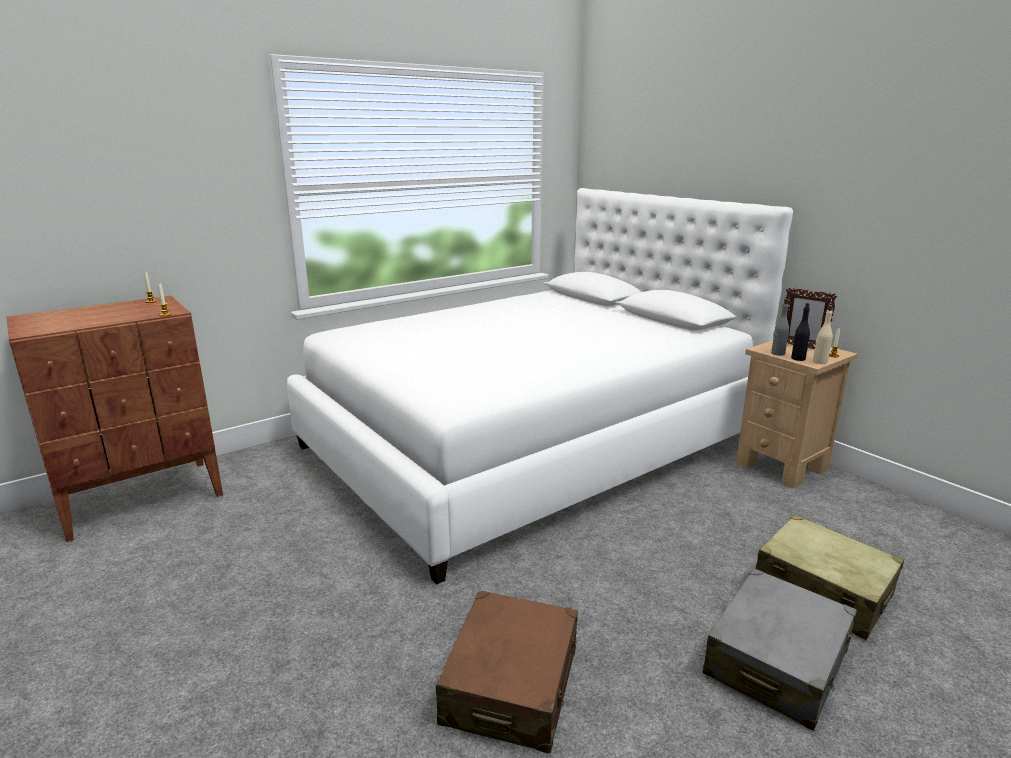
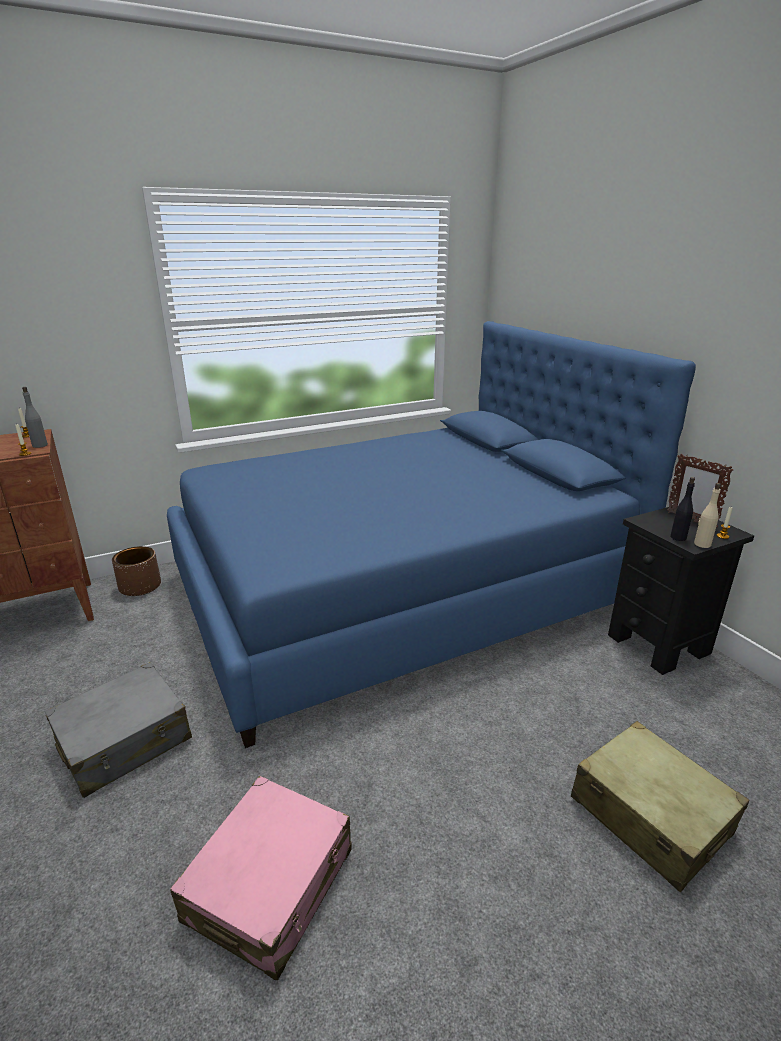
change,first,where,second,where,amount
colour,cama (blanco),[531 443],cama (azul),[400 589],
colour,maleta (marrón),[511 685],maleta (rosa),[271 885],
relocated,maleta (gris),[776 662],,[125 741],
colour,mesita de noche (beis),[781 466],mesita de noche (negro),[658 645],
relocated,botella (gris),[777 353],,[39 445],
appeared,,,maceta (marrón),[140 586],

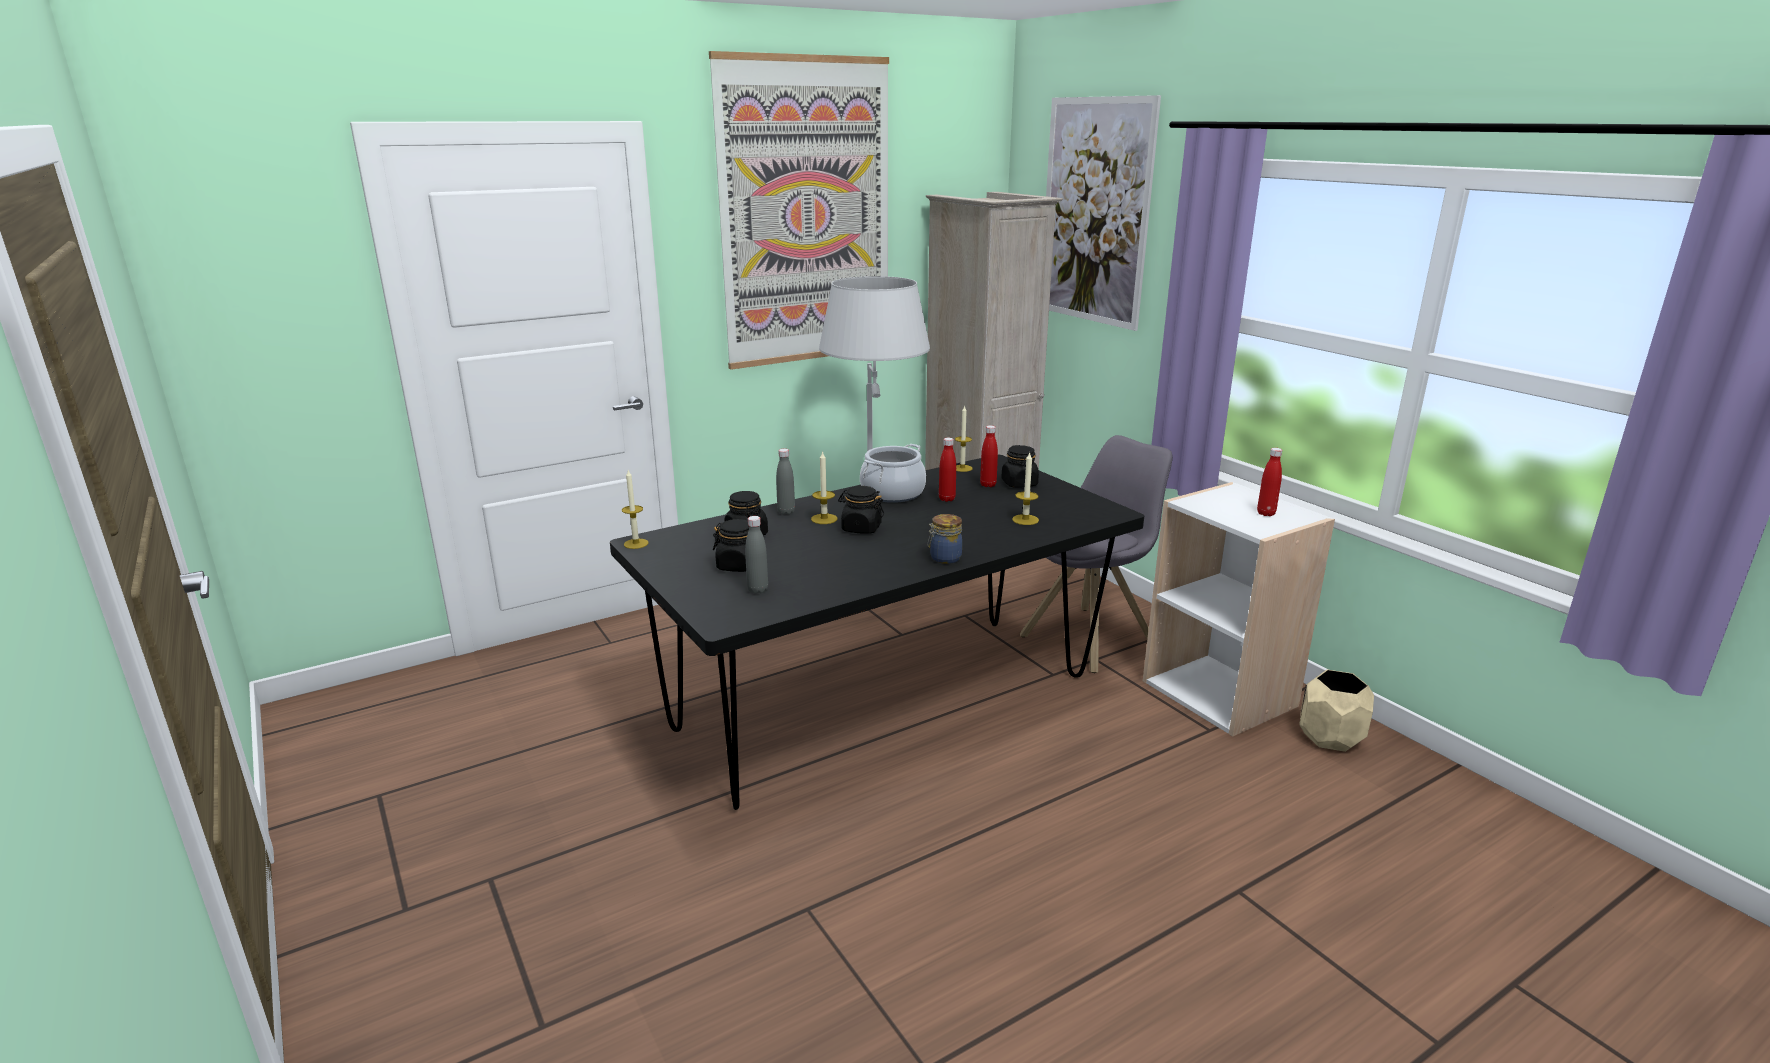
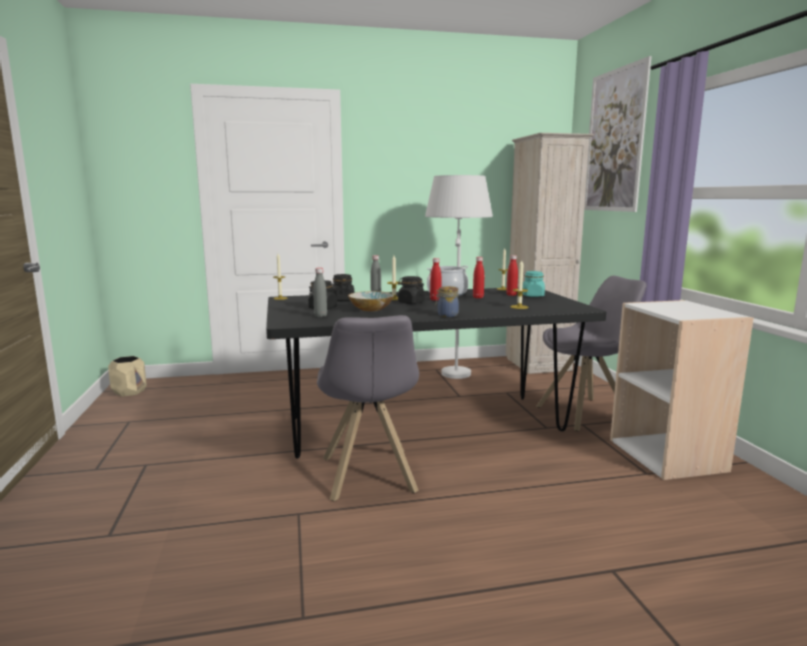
change,first,where,second,where,amount
missing,cuadro,[806 214],,,
colour,tarro (negro),[1019 484],tarro (turquesa),[533 296],
relocated,botella (rojo),[1266 513],,[435 300],
relocated,maceta (beis),[1330 737],,[130 392],
appeared,,,silla (gris),[369 475],
appeared,,,cuenco,[371 309],

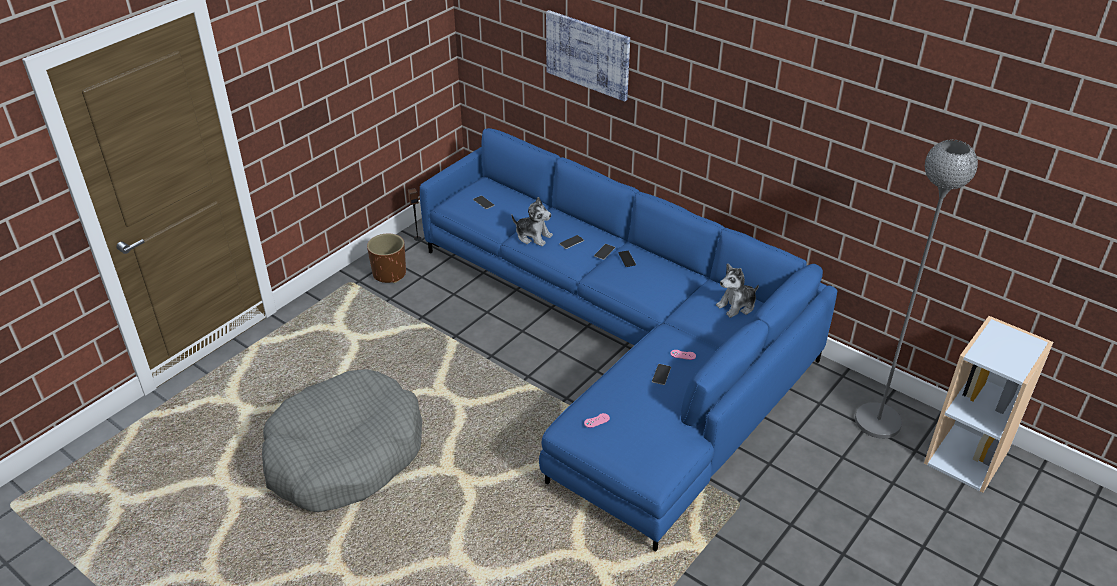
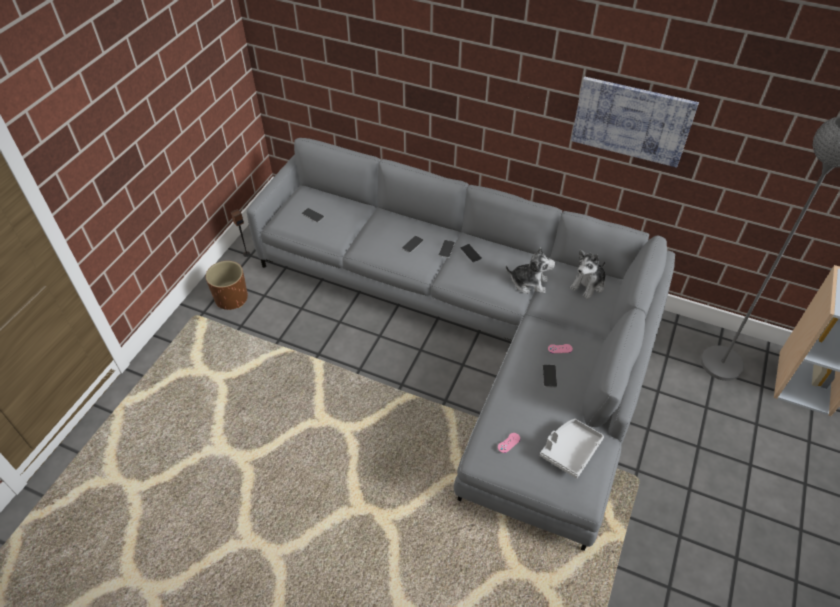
change,first,where,second,where,amount
missing,cama para perro (gris),[344 455],,,
colour,sofá (azul),[621 344],sofá (gris),[475 331],
relocated,peluche,[533 236],,[529 283],
relocated,cuadro,[588 54],,[632 121],
appeared,,,bandeja (gris),[570 450],

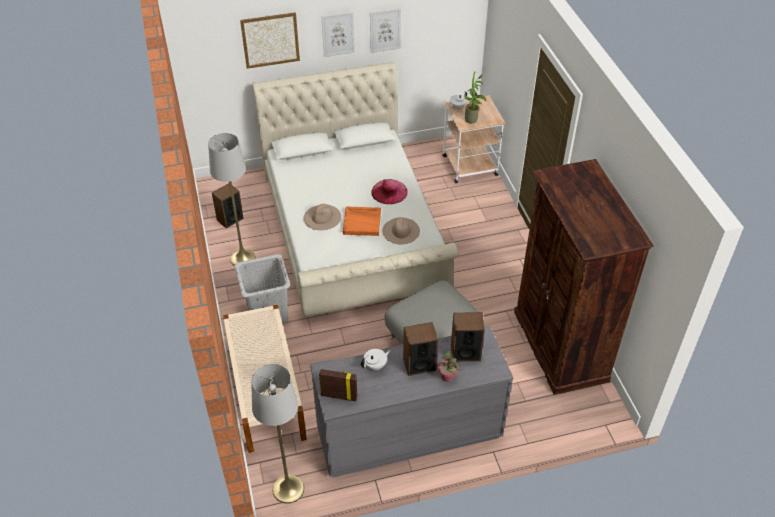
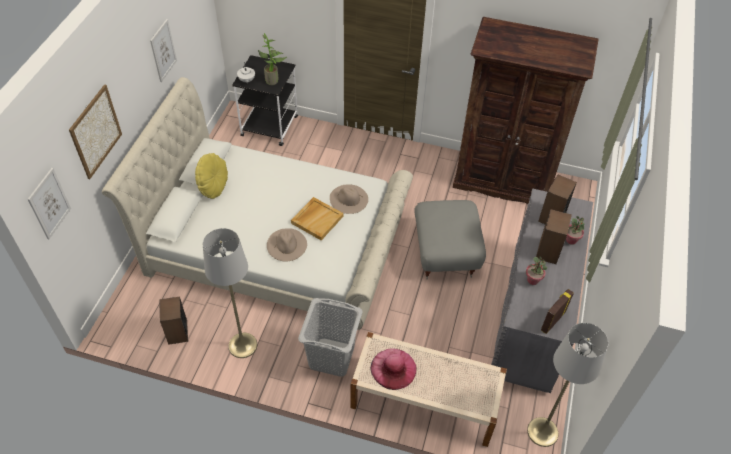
change,first,where,second,where,amount
relocated,cuadro,[338 34],,[49 203],
colour,bandeja (naranja),[362 222],bandeja (beis),[317 219],
exchanged,tetera (blanco),[375 365],planta en maceta,[533 280],
relocated,sombrero (rosa),[389 191],,[393 368],
colour,carrito (beis),[470 166],carrito (negro),[270 126],
appeared,,,cojín (amarillo),[214 188],

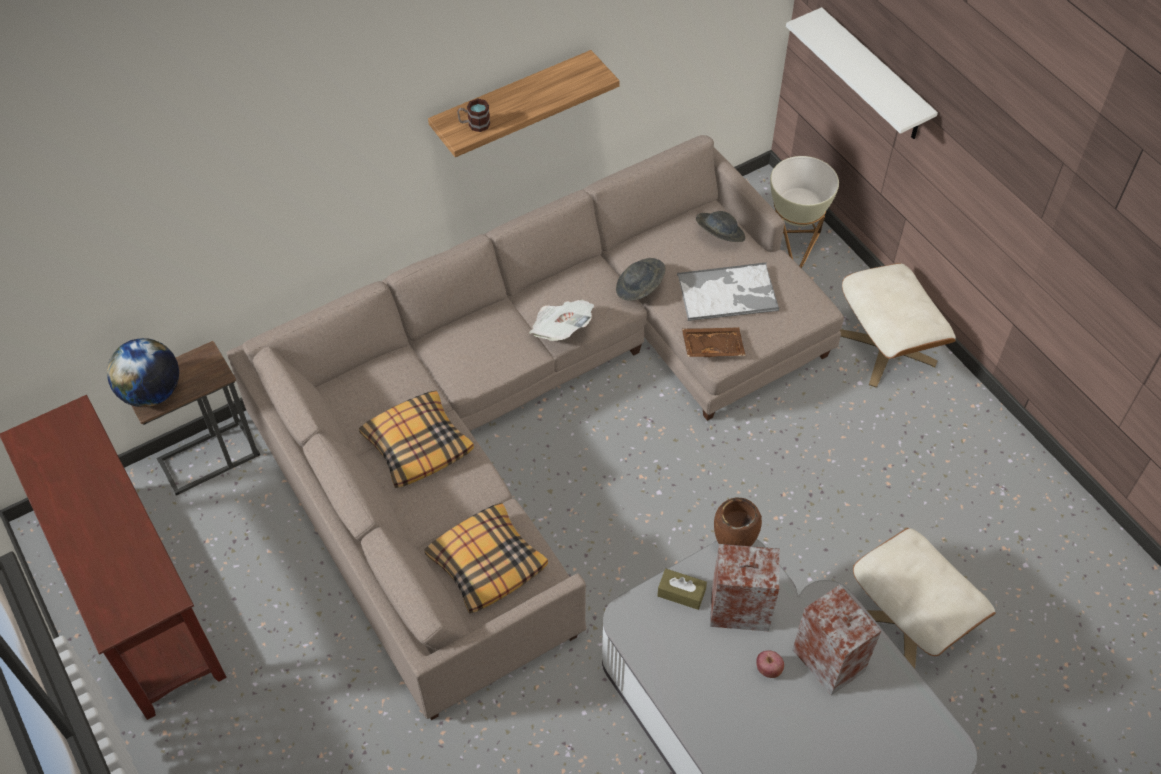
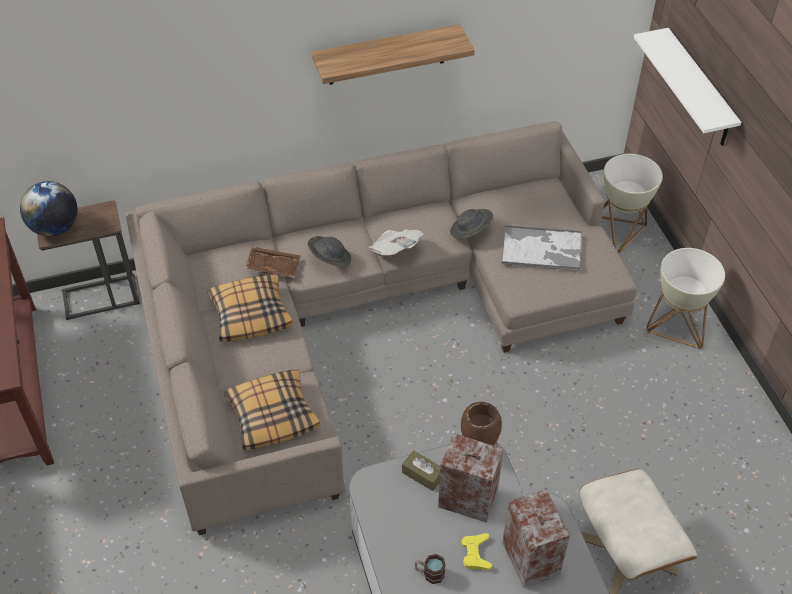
change,first,where,second,where,amount
relocated,taza grande,[474 124],,[429 573],
relocated,bandeja (marrón),[712 346],,[274 266],
relocated,sombrero (gris),[719 236],,[329 259],
exchanged,manzana,[768 669],mando de consola (amarillo),[476 553],
exchanged,puf (beis),[886 348],maceta,[675 327],

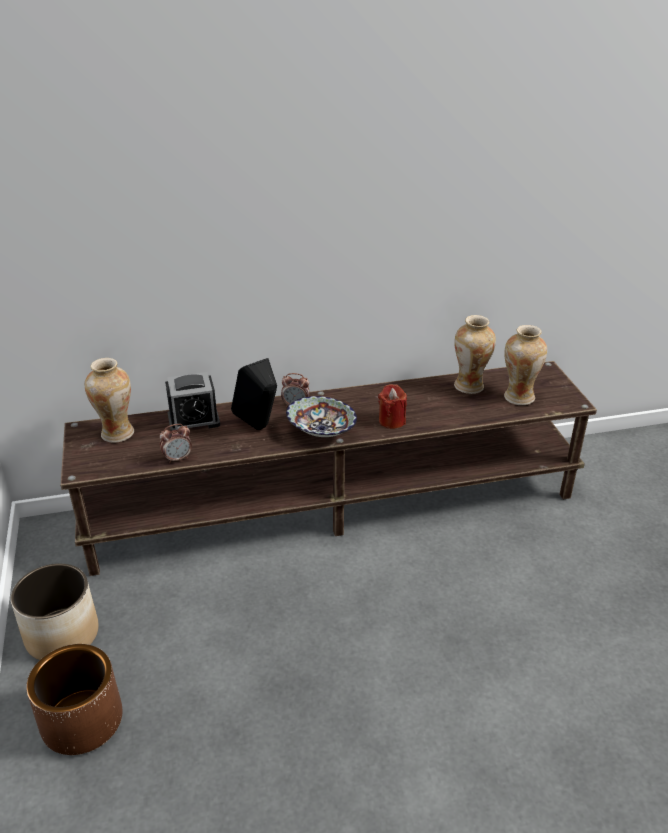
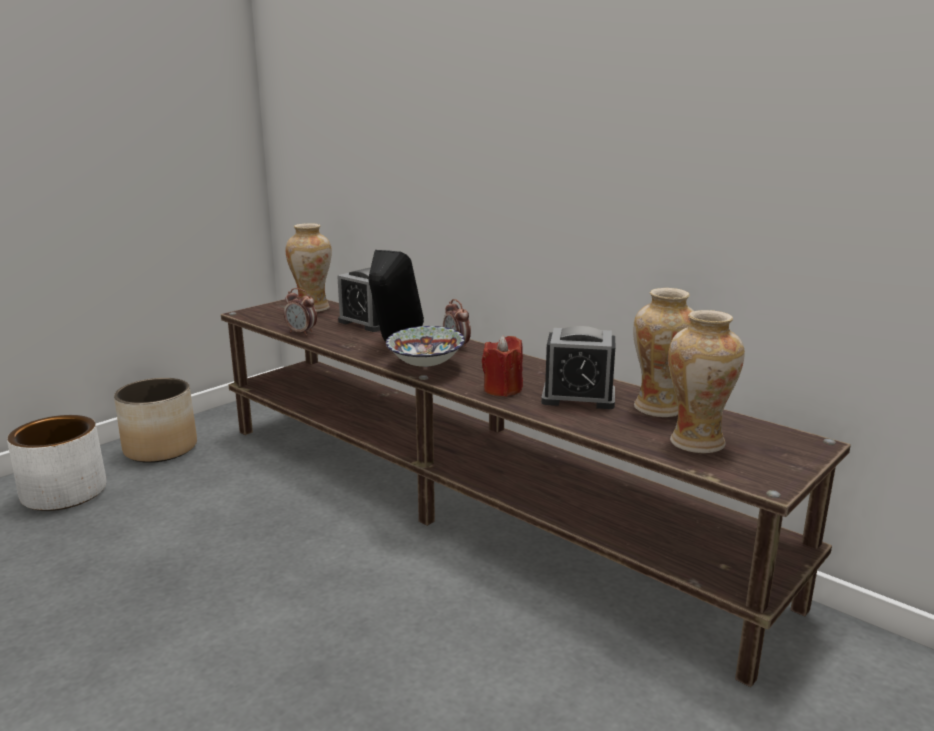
change,first,where,second,where,amount
colour,maceta (marrón),[83 721],maceta (blanco),[65 493],
appeared,,,despertador,[578 397],

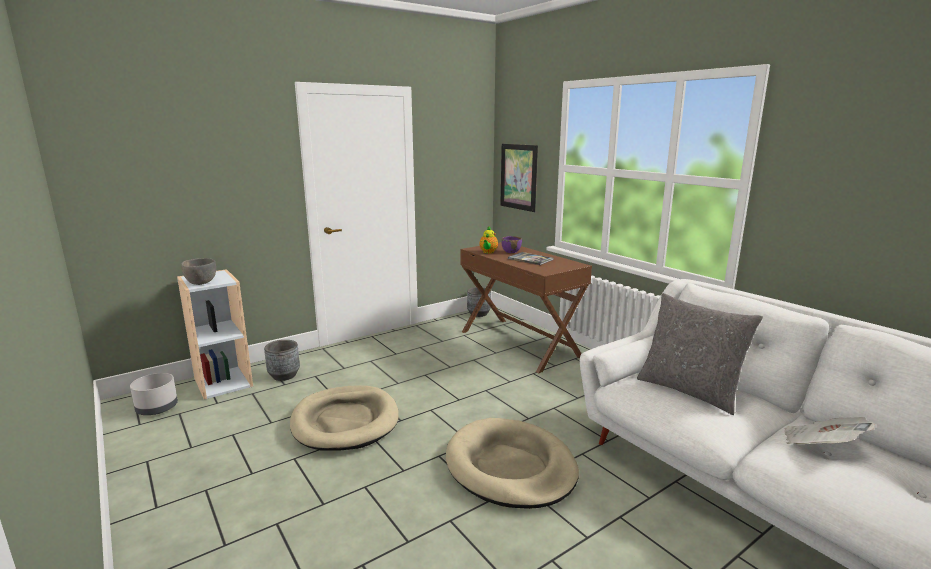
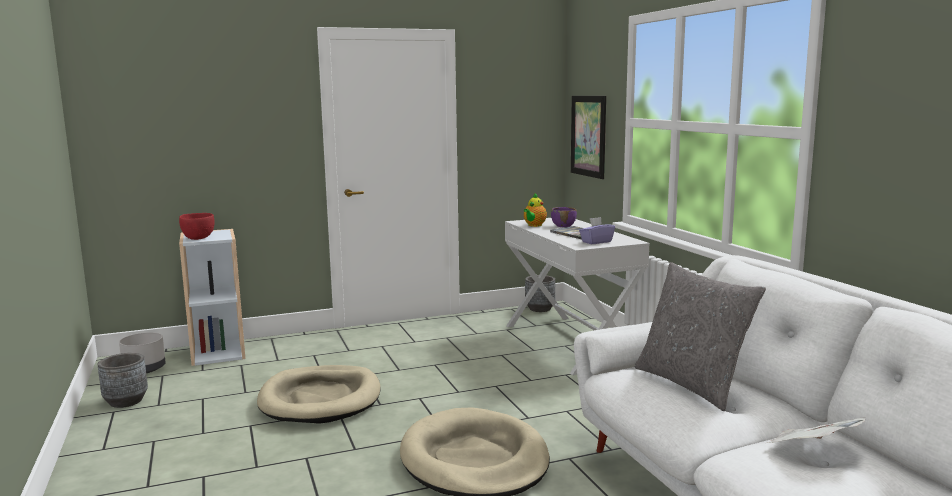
change,first,where,second,where,amount
colour,cuenco (gris),[201 282],cuenco (rojo),[198 238],
relocated,maceta (gris),[284 375],,[126 401],
colour,mesa consola (marrón),[519 343],mesa consola (blanco),[570 343],
appeared,,,caja de pañuelos (morado),[596 242],

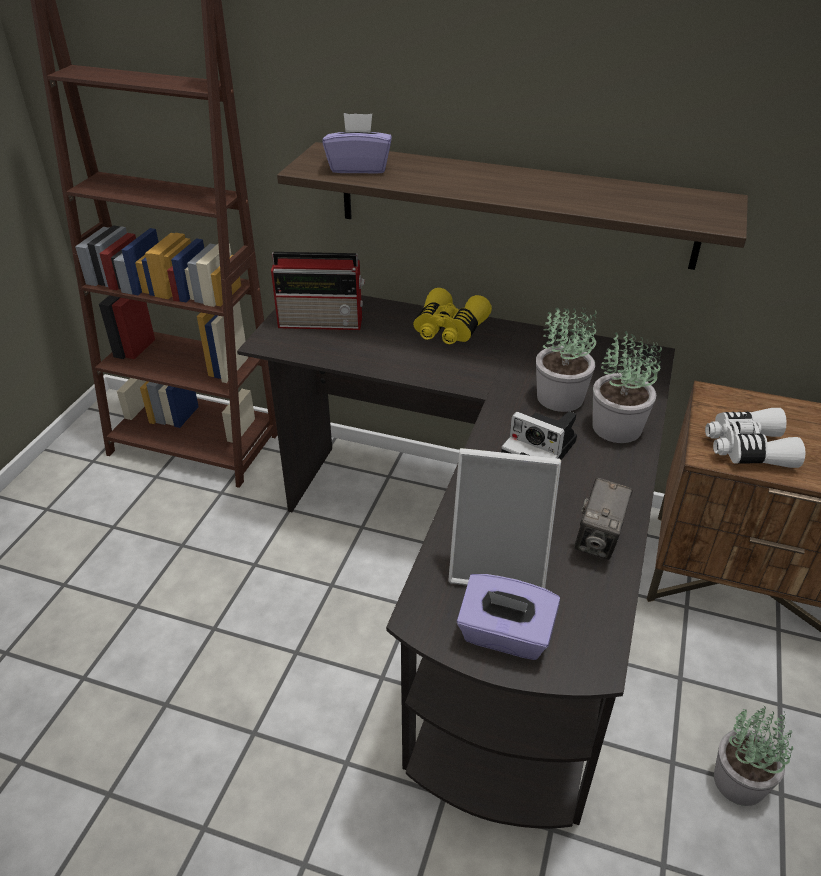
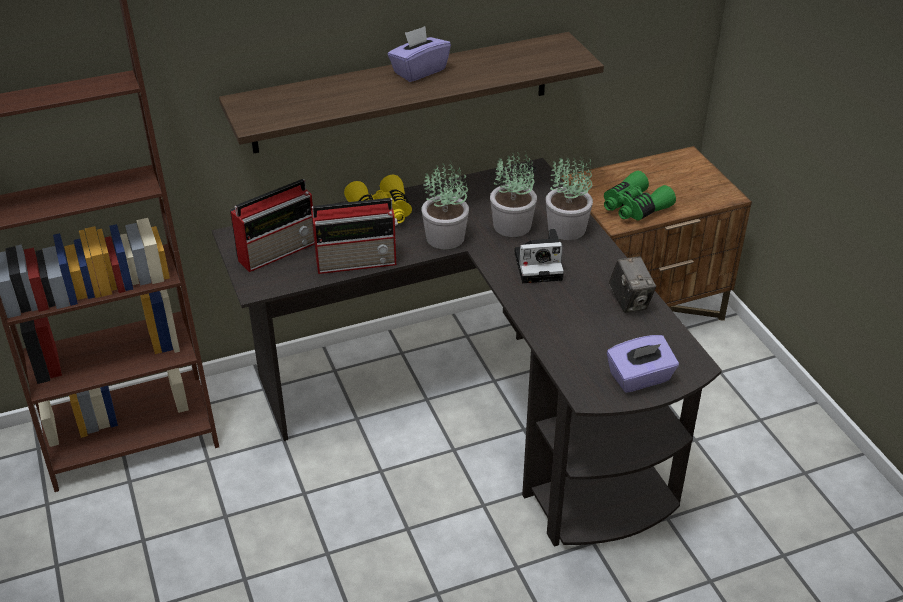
change,first,where,second,where,amount
relocated,caja de pañuelos (morado),[359 167],,[419 71],
missing,portarretratos,[499 564],,,
colour,prismáticos (blanco),[747 448],prismáticos (verde),[634 207],
relocated,planta en maceta,[740 782],,[446 238],
appeared,,,radio,[358 261],

